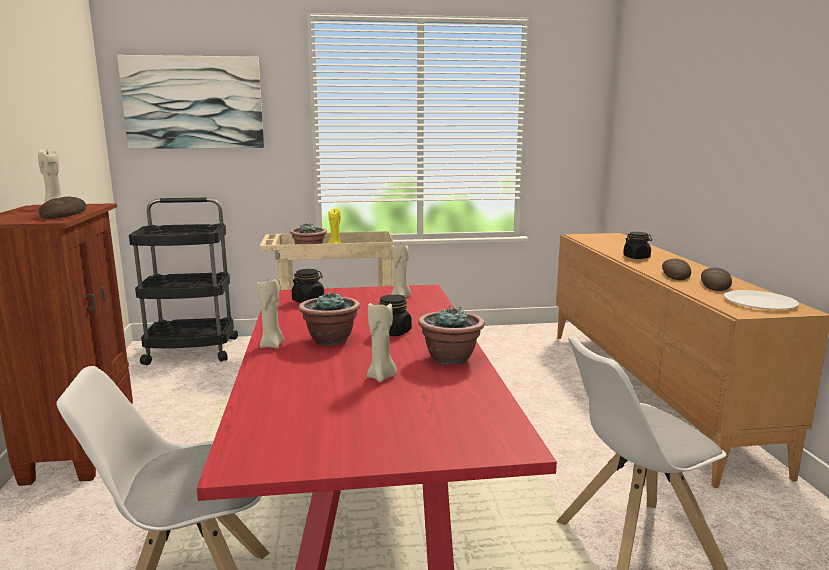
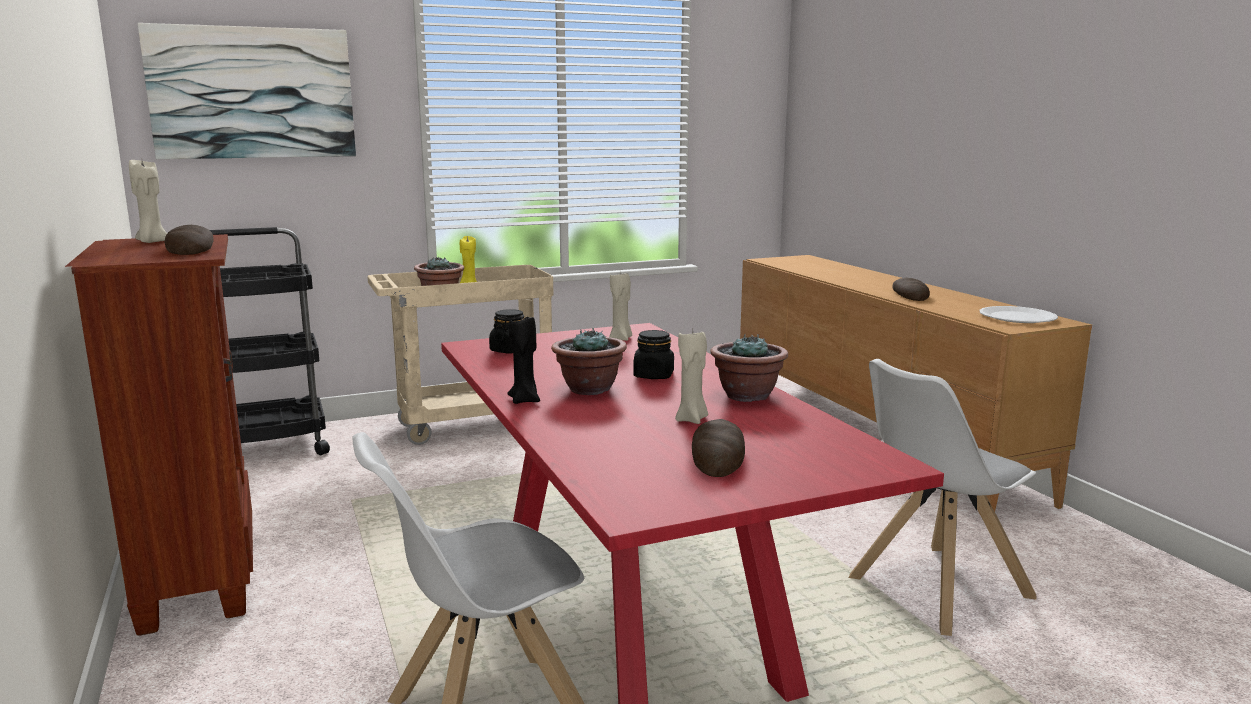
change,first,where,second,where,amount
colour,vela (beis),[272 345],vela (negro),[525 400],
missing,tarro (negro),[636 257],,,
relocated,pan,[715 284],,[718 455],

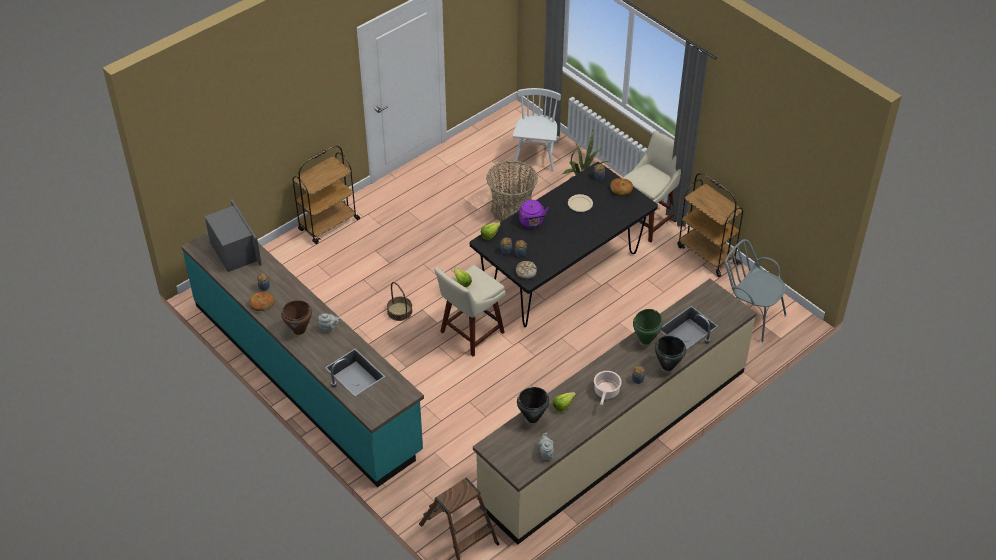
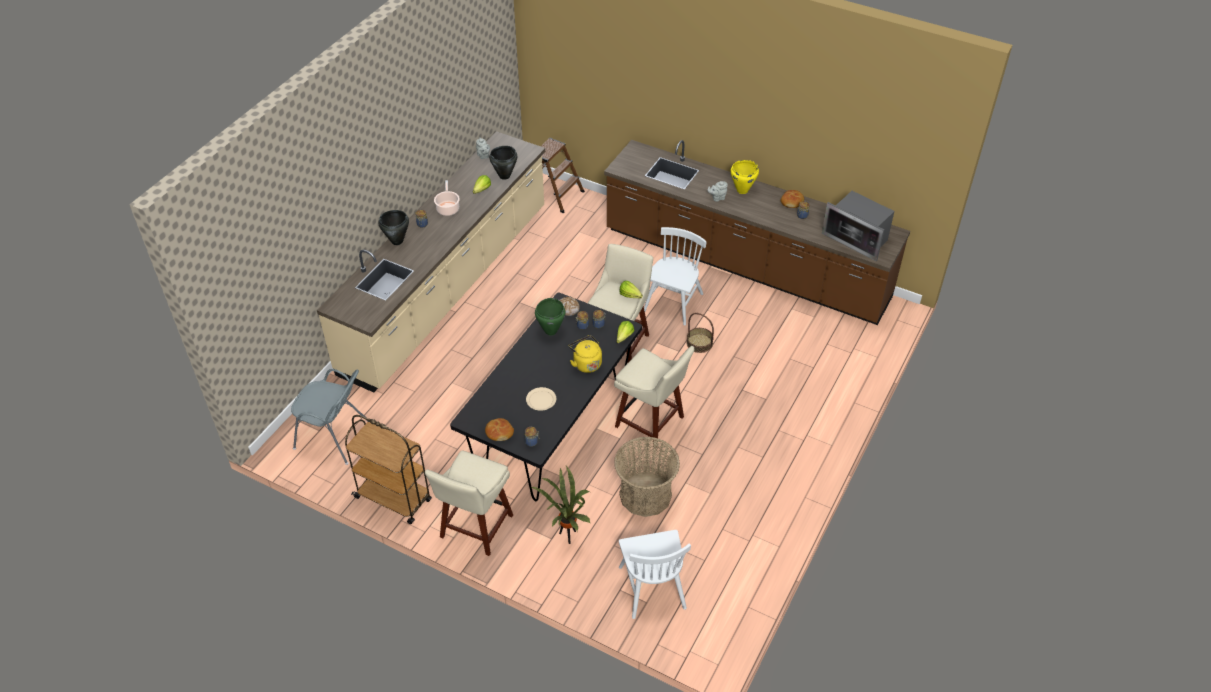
change,first,where,second,where,amount
colour,mueble bajo de cocina (turquesa),[306 376],mueble bajo de cocina (marrón),[745 265],
colour,olla (marrón),[299 330],olla (amarillo),[742 190],
missing,carrito (marrón),[328 225],,,
colour,hervidor (morado),[532 222],hervidor (amarillo),[586 363],
relocated,olla (verde),[646 340],,[550 331],
appeared,,,taburete (beis),[652 423],
appeared,,,silla (blanco),[673 303],

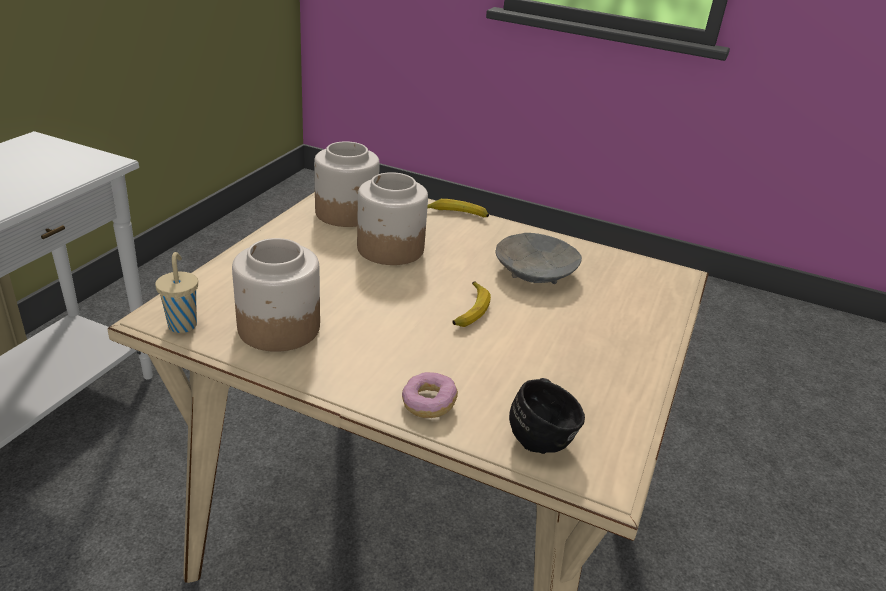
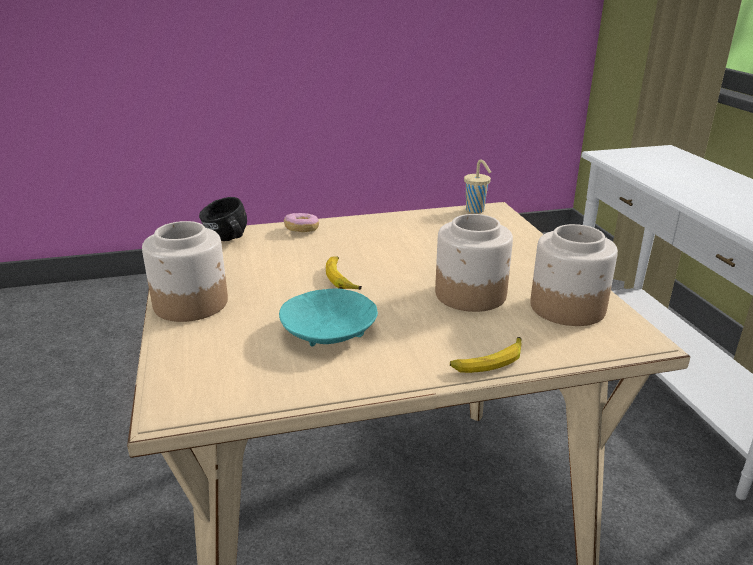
change,first,where,second,where,amount
relocated,tarro,[278 327],,[192 303],
colour,cuenco (gris),[534 272],cuenco (turquesa),[330 332],

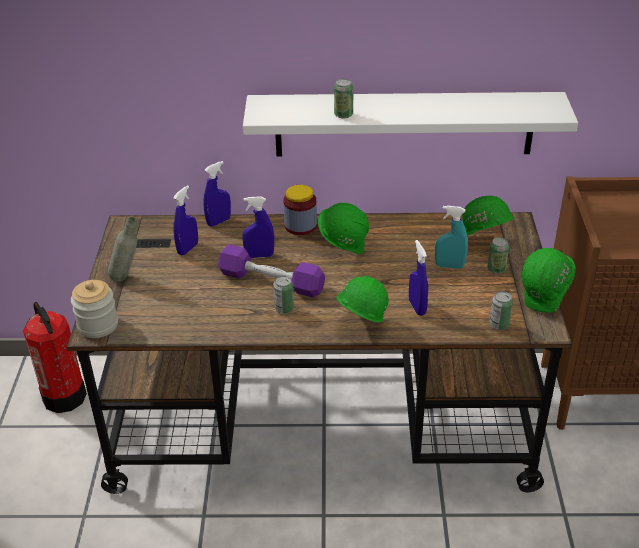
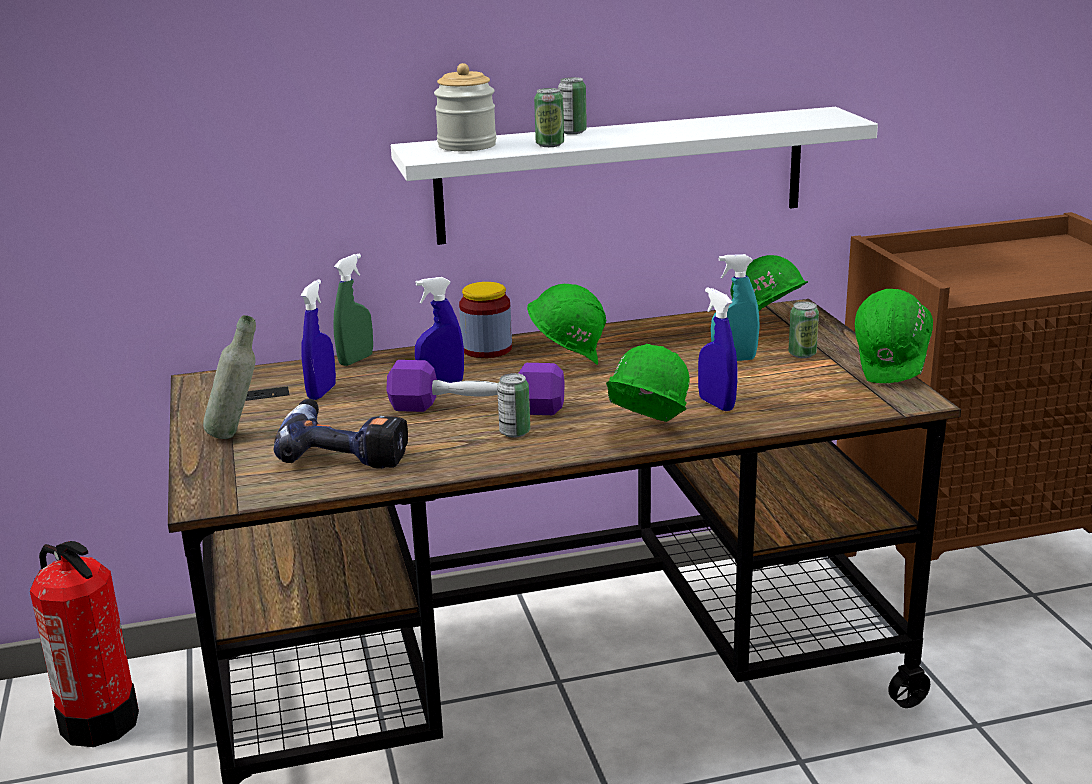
change,first,where,second,where,amount
relocated,tarro,[98 325],,[467 145],
colour,pulverizador (azul),[219 221],pulverizador (verde),[356 360],
relocated,lata,[499 325],,[572 132],
appeared,,,taladro,[346 449],

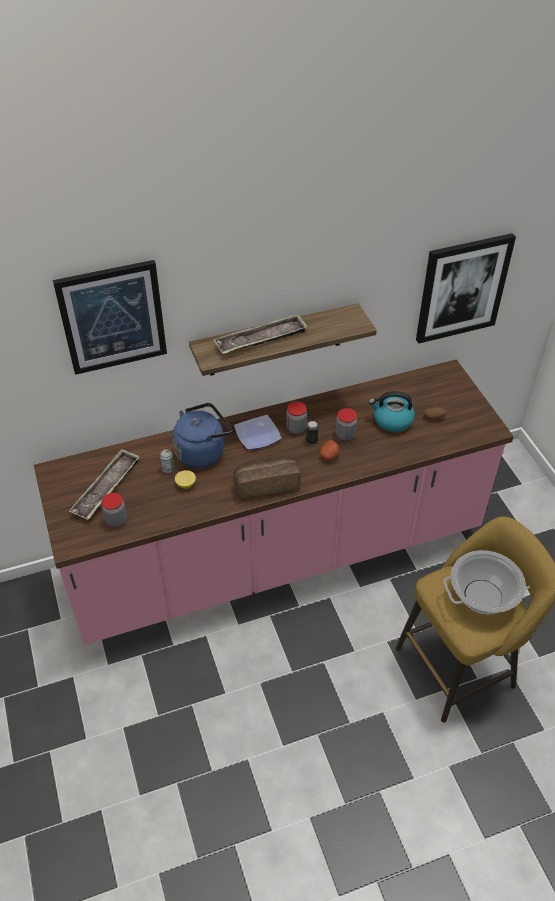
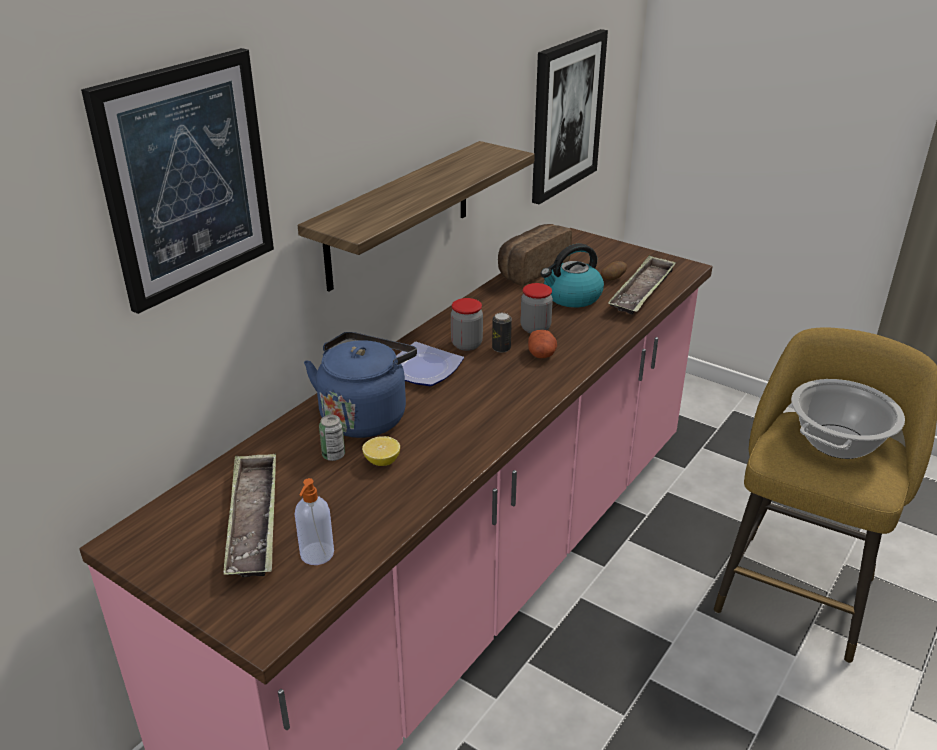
change,first,where,second,where,amount
exchanged,tarro,[116 520],dispensador de jabón,[316 555],
relocated,bandeja,[261 339],,[642 291],
relocated,pan,[266 484],,[531 269],

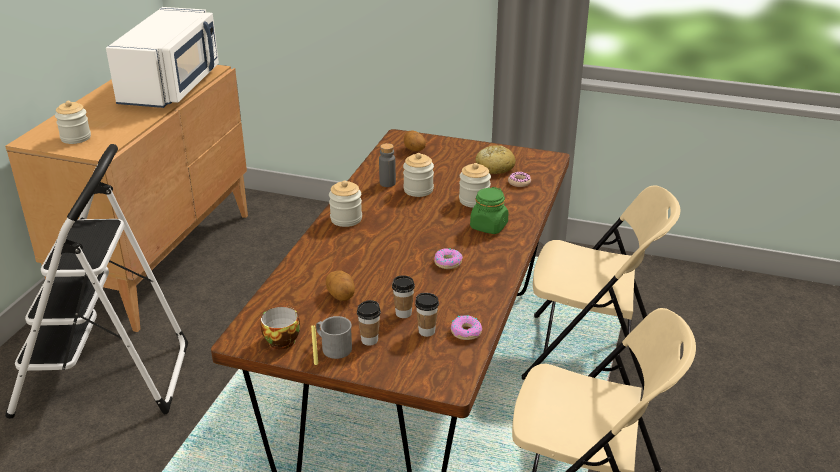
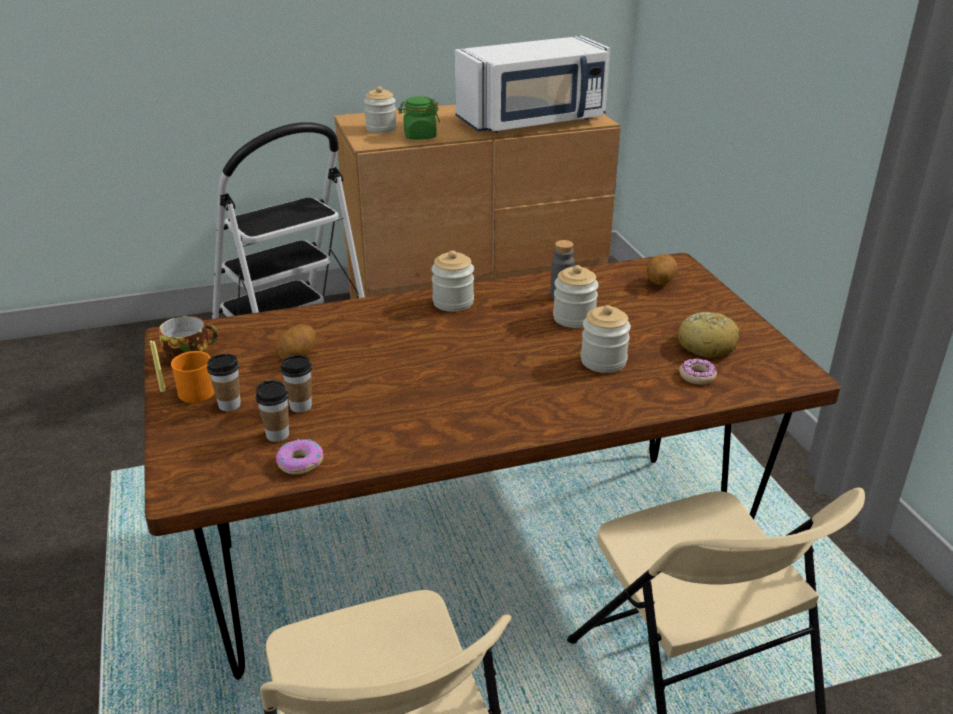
change,first,where,second,where,amount
colour,taza grande (gris),[333 347],taza grande (naranja),[199 389],
missing,rosquilla,[447 262],,,
relocated,tarro (verde),[488 226],,[419 136],

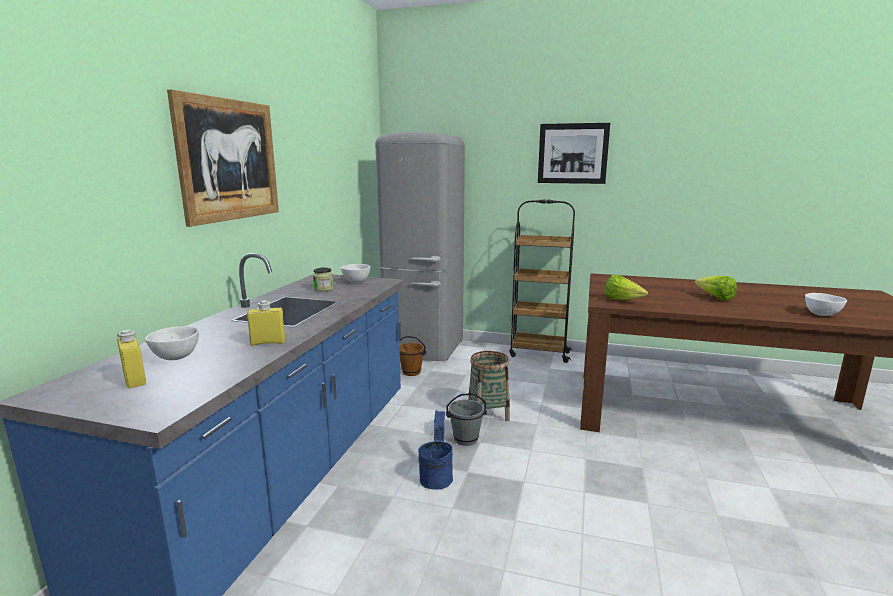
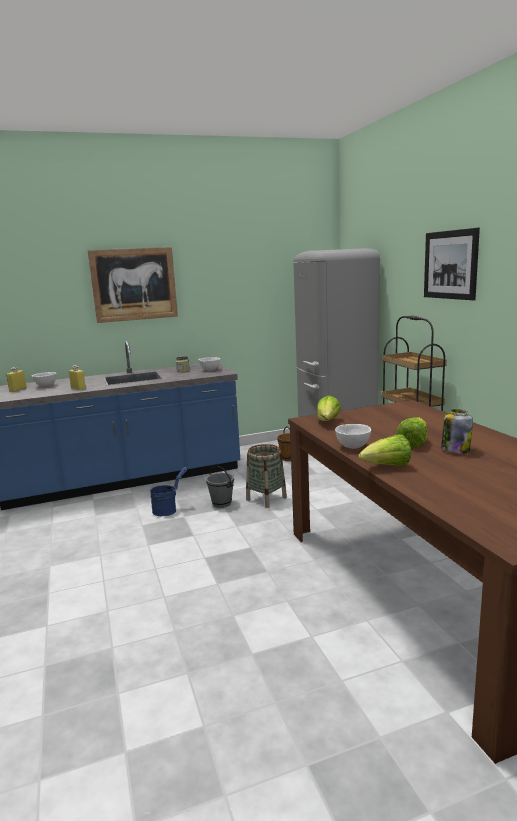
change,first,where,second,where,amount
relocated,cuenco (blanco),[822 314],,[353 447],
appeared,,,lechuga,[387 467],
appeared,,,tarro,[455 450],

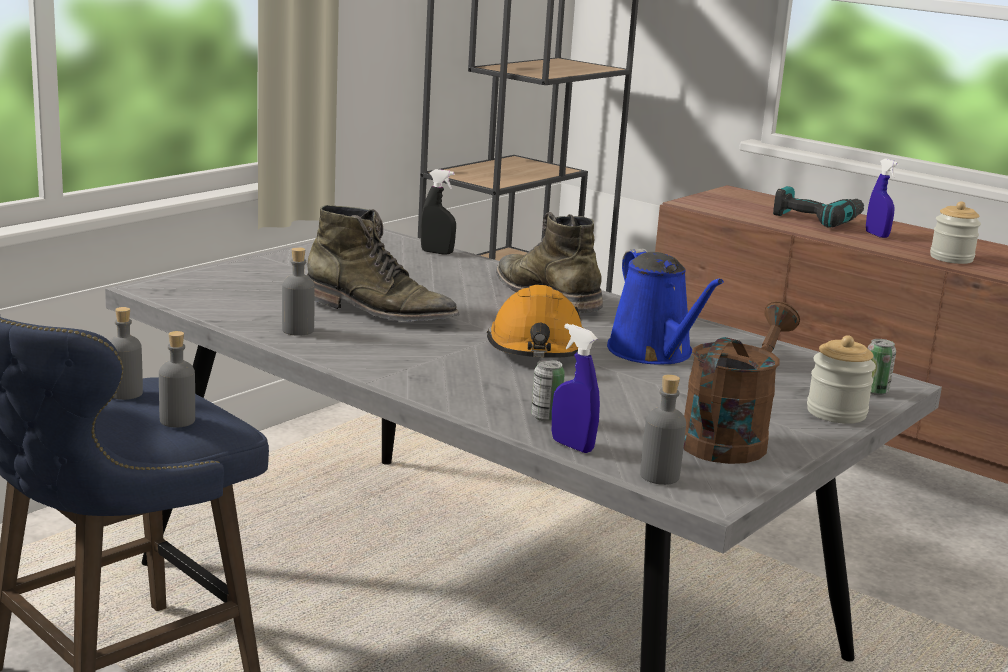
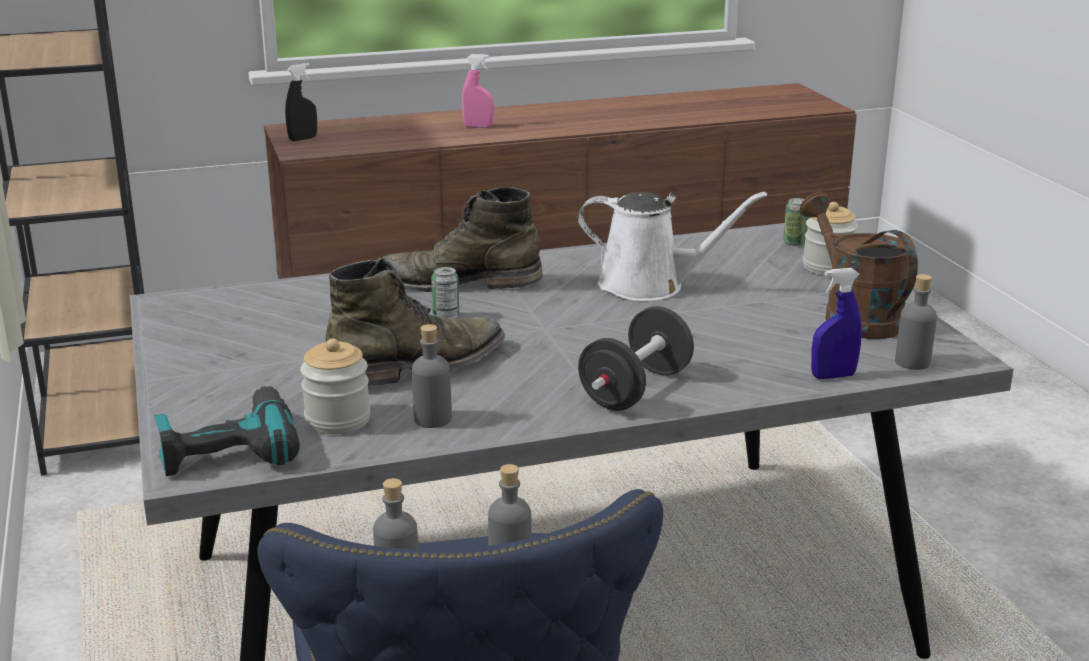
change,first,where,second,where,amount
relocated,pulverizador (negro),[437 252],,[303 139],
missing,casco (naranja),[537 348],,,
relocated,lata,[545 417],,[446 317],
colour,regadera (azul),[654 353],regadera (blanco),[649 286],
relocated,taladro,[817 219],,[228 448],
colour,pulverizador (azul),[877 235],pulverizador (rosa),[478 126],
relocated,tarro,[951 258],,[337 420],
appeared,,,mancuerna (negro),[635 389],

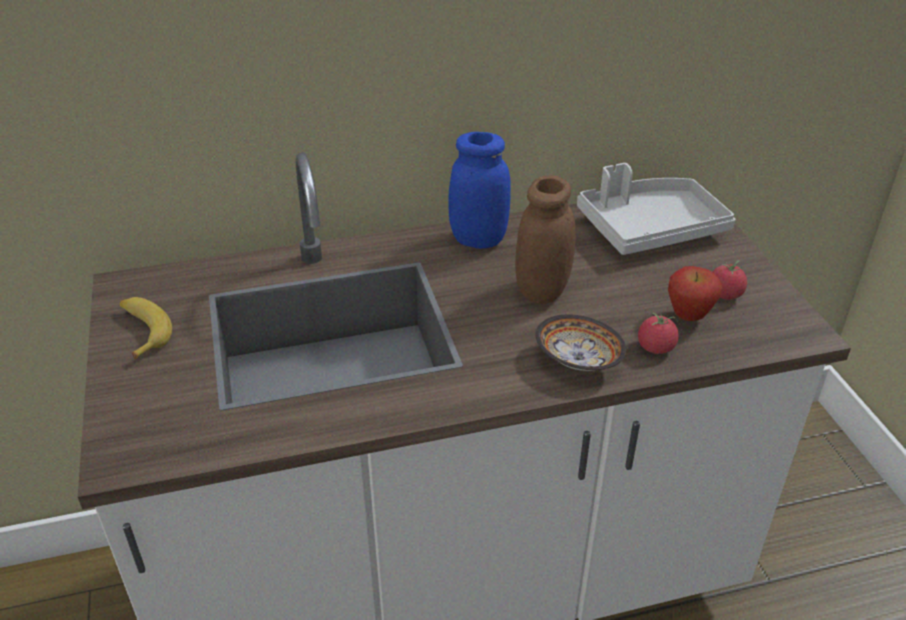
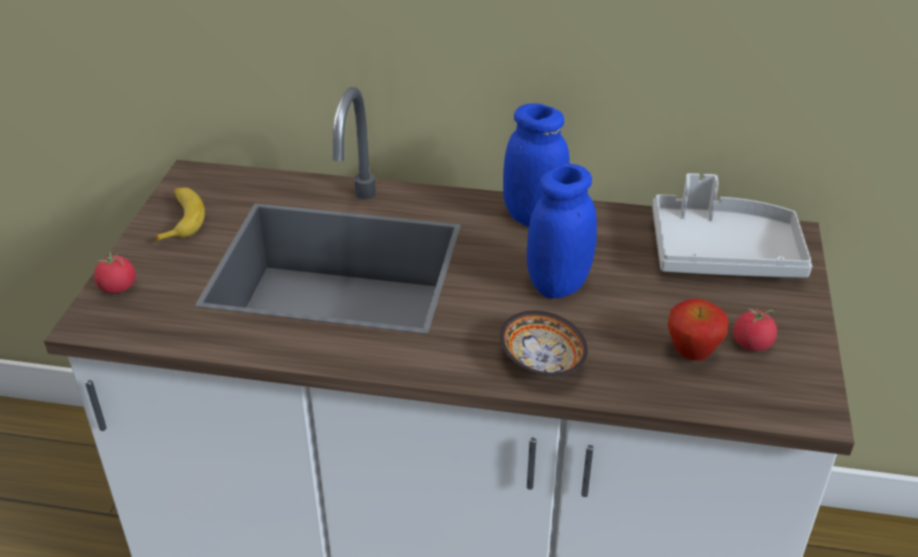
change,first,where,second,where,amount
colour,tarro (marrón),[542 290],tarro (azul),[558 285],
relocated,tomate,[655 347],,[118 287],

